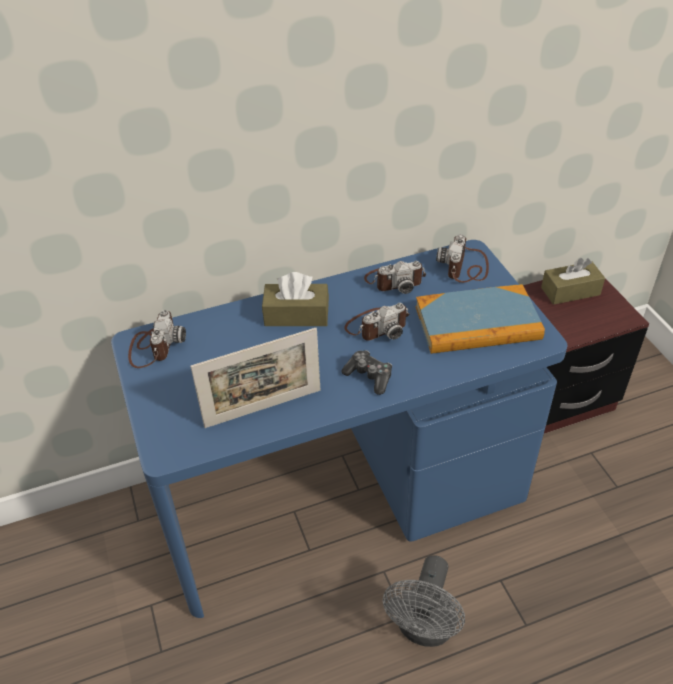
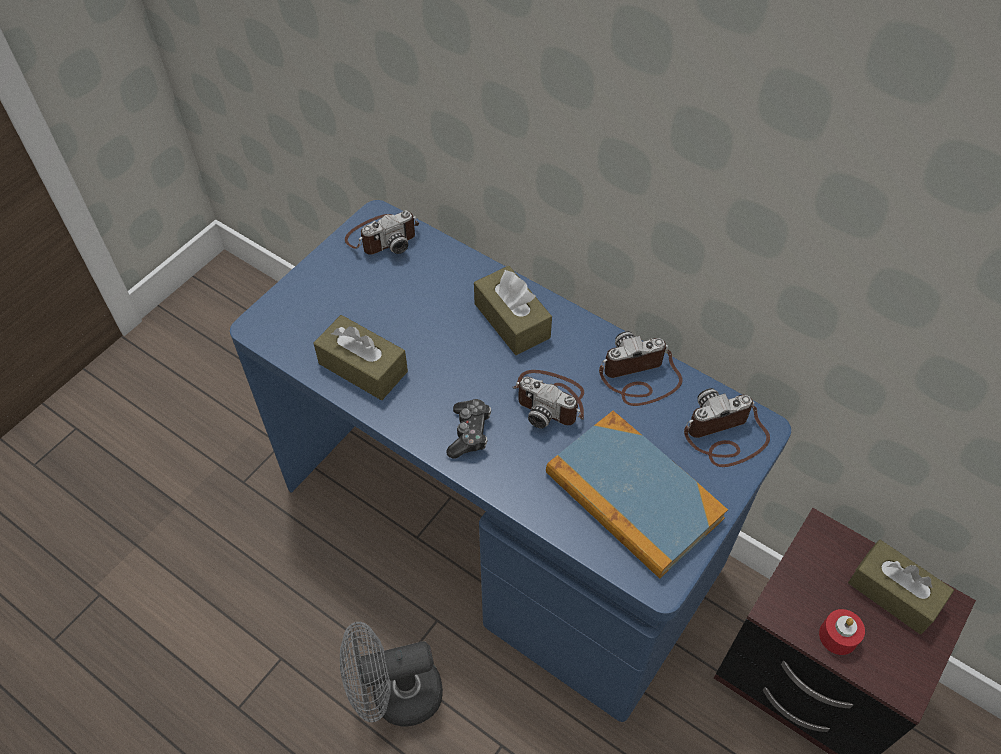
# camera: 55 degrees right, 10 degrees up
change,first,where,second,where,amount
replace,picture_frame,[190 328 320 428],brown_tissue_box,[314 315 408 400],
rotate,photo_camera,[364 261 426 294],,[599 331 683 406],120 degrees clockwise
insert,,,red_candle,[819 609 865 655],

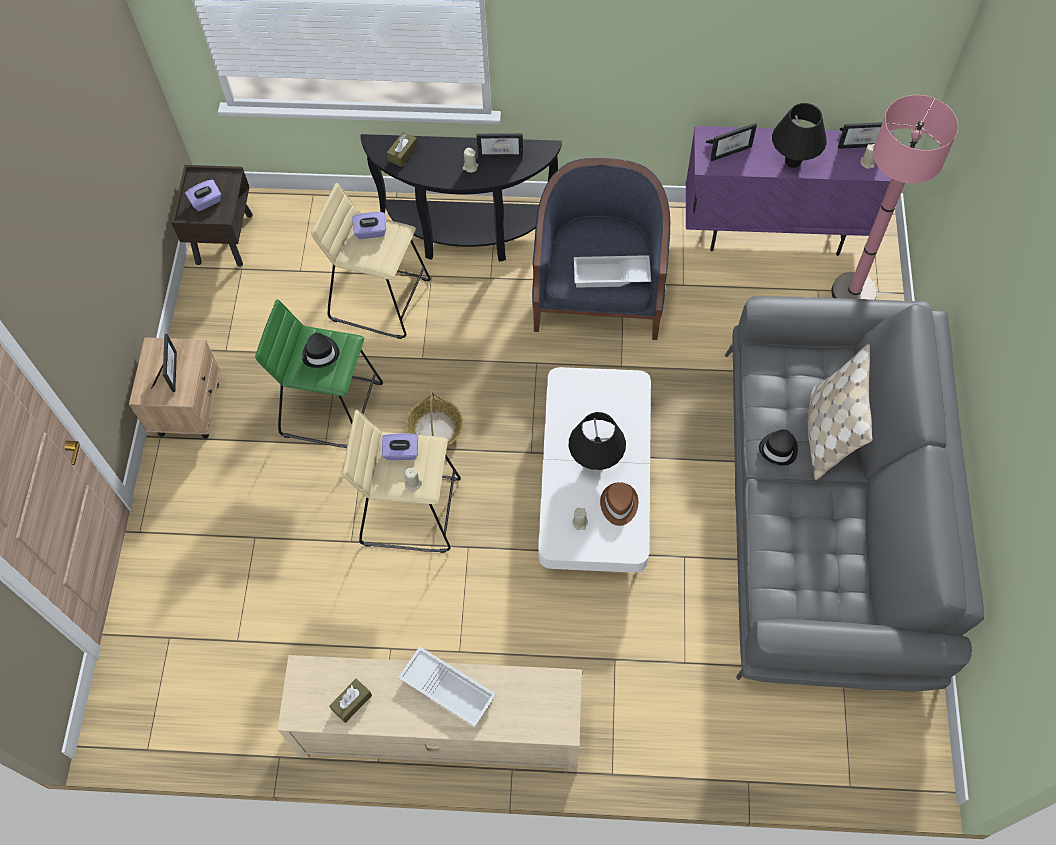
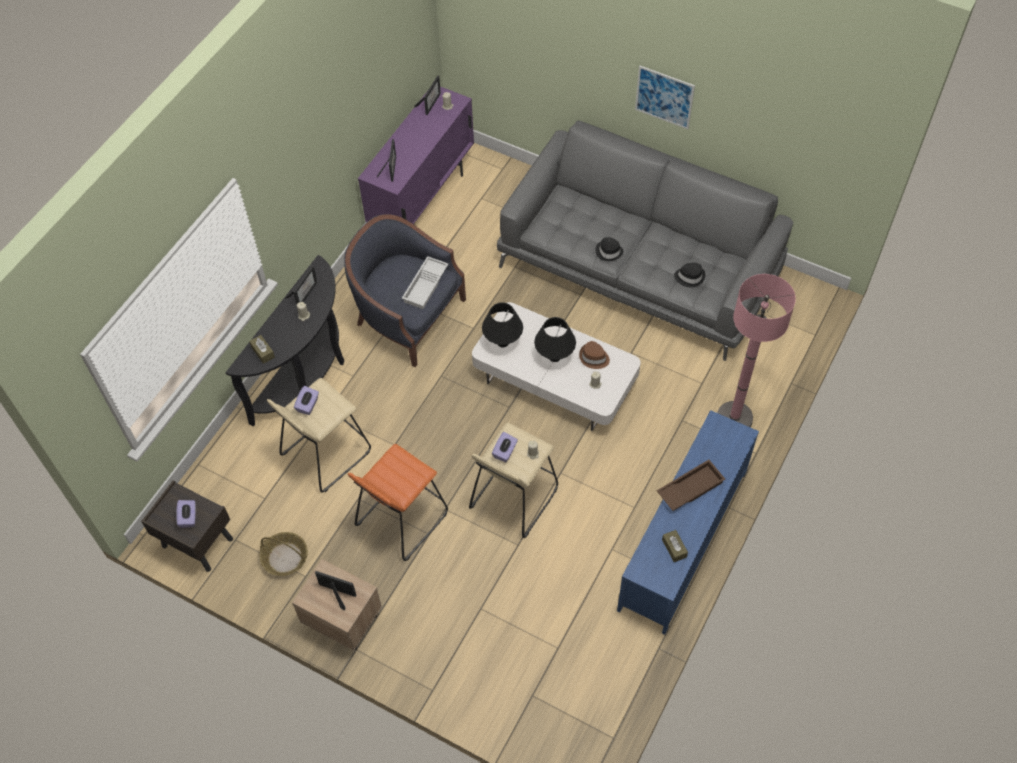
# camera: 65 degrees left, 5 degrees down
change,first,where,second,where,amount
recolor,green_stool,[255 300 383 448],orange_stool,[348 444 448 561],
recolor,beige_tv_stand,[277 655 582 772],blue_tv_stand,[617 410 759 635],
move,black_hat,[302 333 339 368],,[674 262 705 287],
recolor,white_tray,[398 646 496 727],brown_tray,[657 460 725 511],
move,basket,[405 391 463 446],,[260 532 308 576],
move,black_table_lamp,[772 103 827 168],,[482 302 523 347],
delete,beige_pillow,[808 344 872 480],,,
move,pink_floor_lamp,[831 95 958 300],,[717 274 796 427],
insert,,,picture,[635 66 695 129],

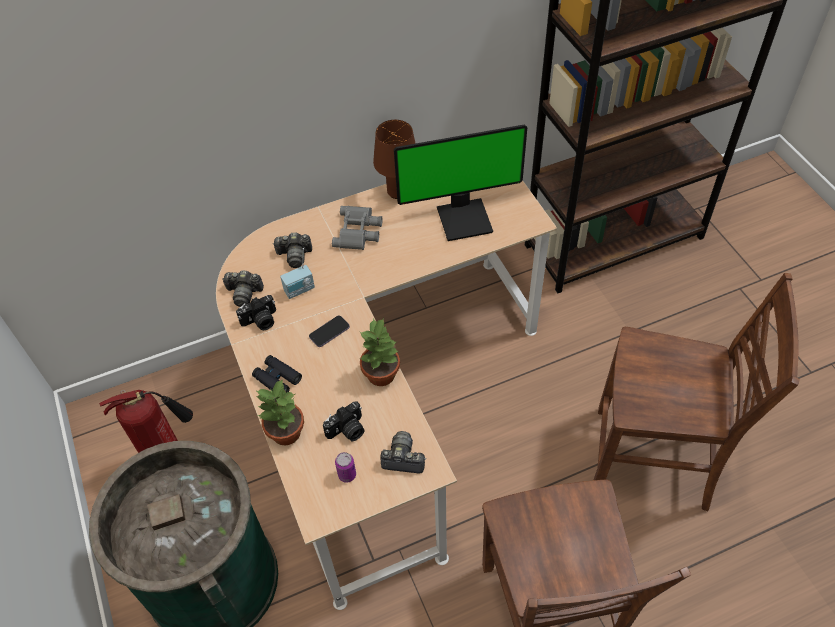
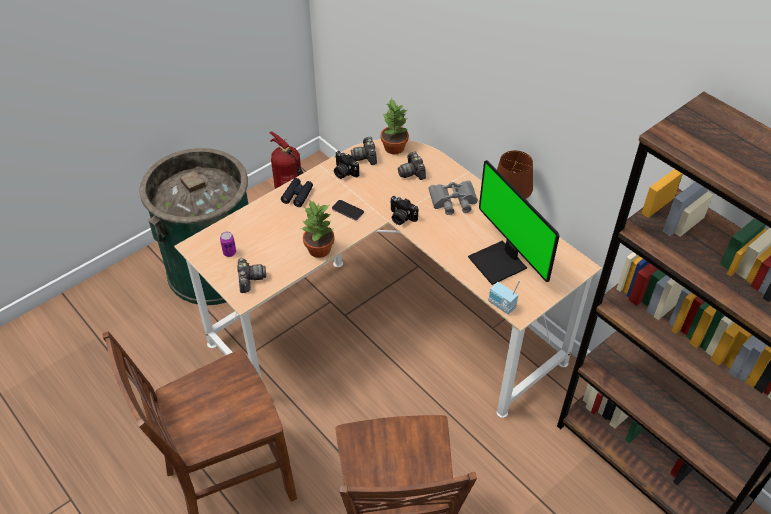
# camera: 70 degrees right, 5 degrees down
change,first,where,second,where,amount
move,potted_plant,[256 379 304 445],,[380 98 409 154],
move,radio,[280 248 315 299],,[489 280 520 315],
move,photo_camera,[323 402 364 441],,[390 196 418 225],

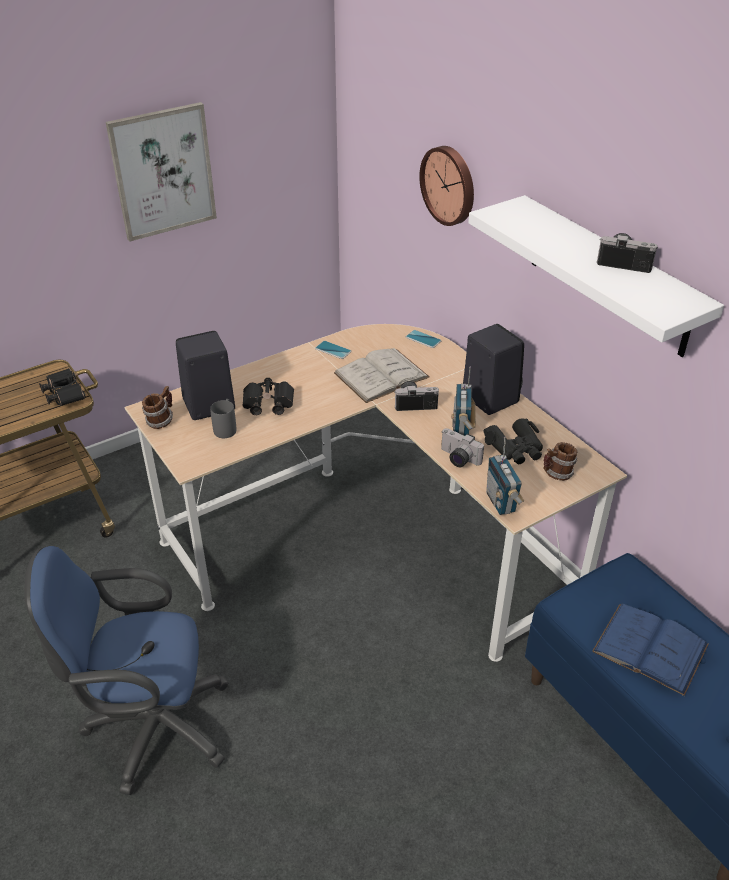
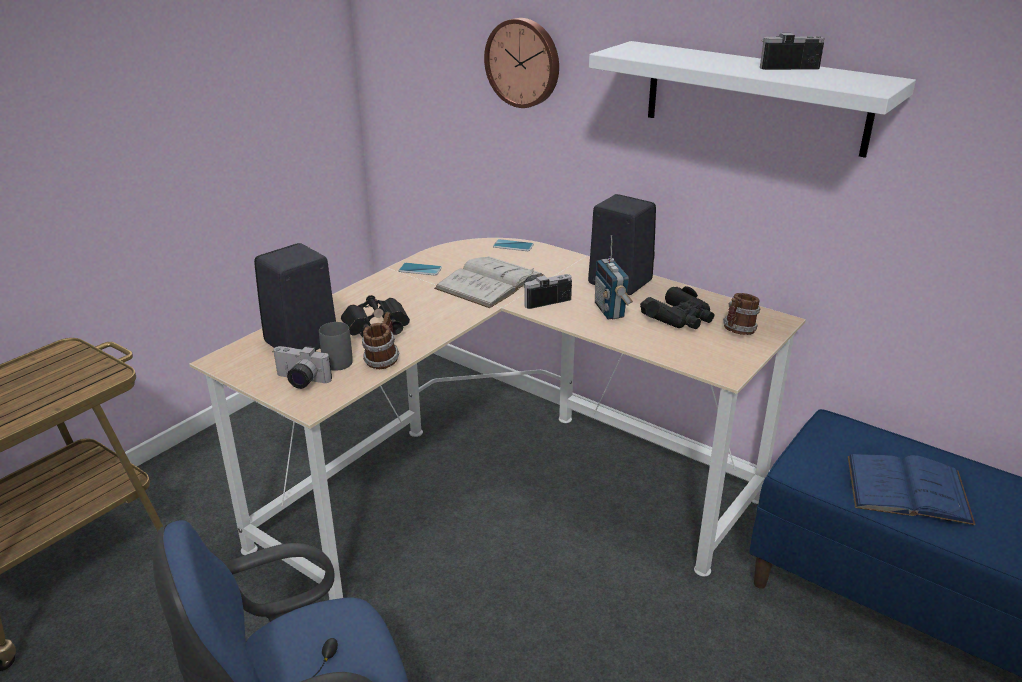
# camera: 20 degrees left, 10 degrees down
change,first,where,second,where,amount
delete,black_binoculars,[39 368 86 406],,,
delete,picture,[106 102 217 241],,,
move,mug,[142 386 173 429],,[362 312 399 369],
move,photo_camera,[441 428 484 467],,[272 346 332 389],
delete,radio,[486 437 524 515],,,

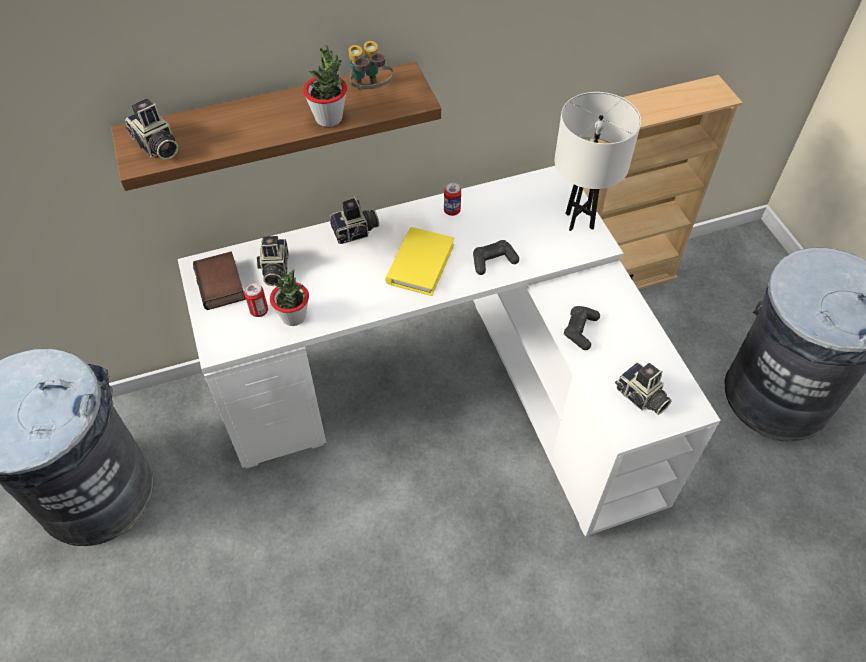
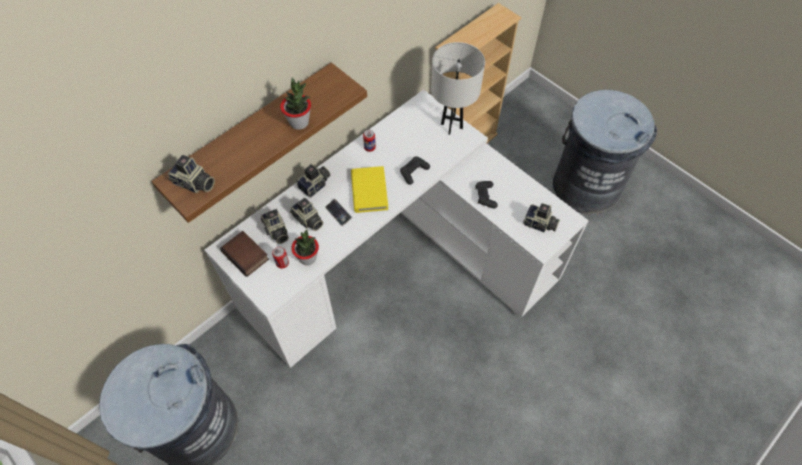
# camera: 25 degrees left, 5 degrees up
change,first,where,second,where,amount
delete,binoculars,[348 41 394 89],,,
insert,,,photo_camera,[290 198 323 231],
insert,,,phone,[325 199 352 226],

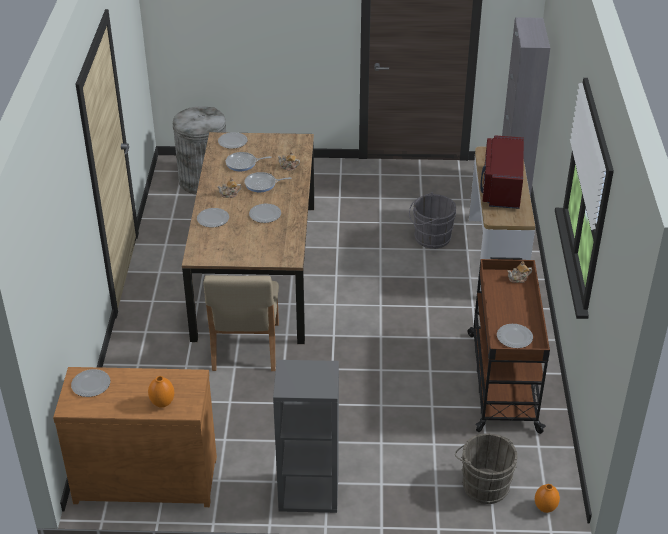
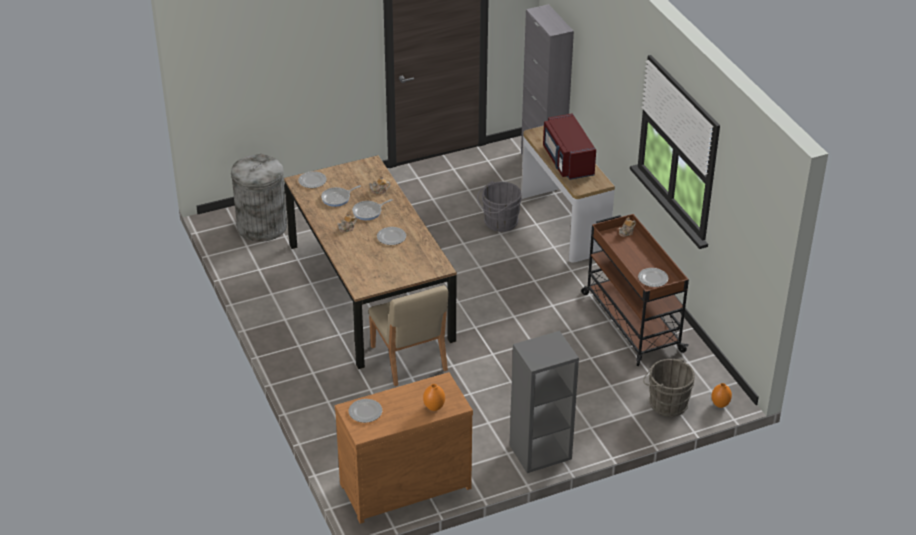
# camera: 25 degrees left, 0 degrees up
change,first,where,second,where,amount
delete,plate,[197 208 229 227],,,

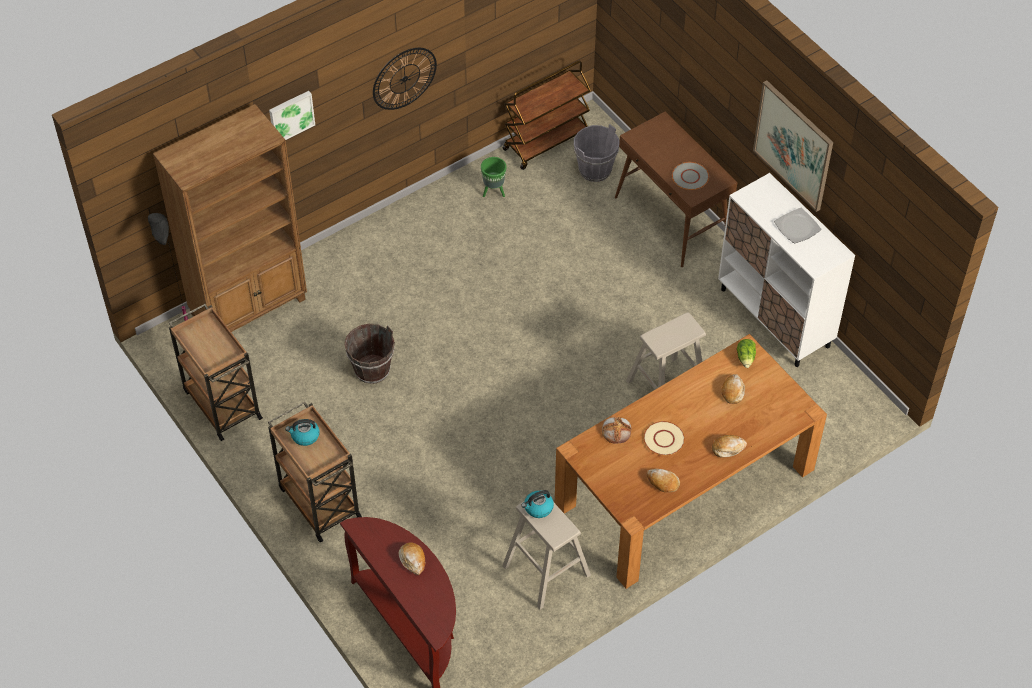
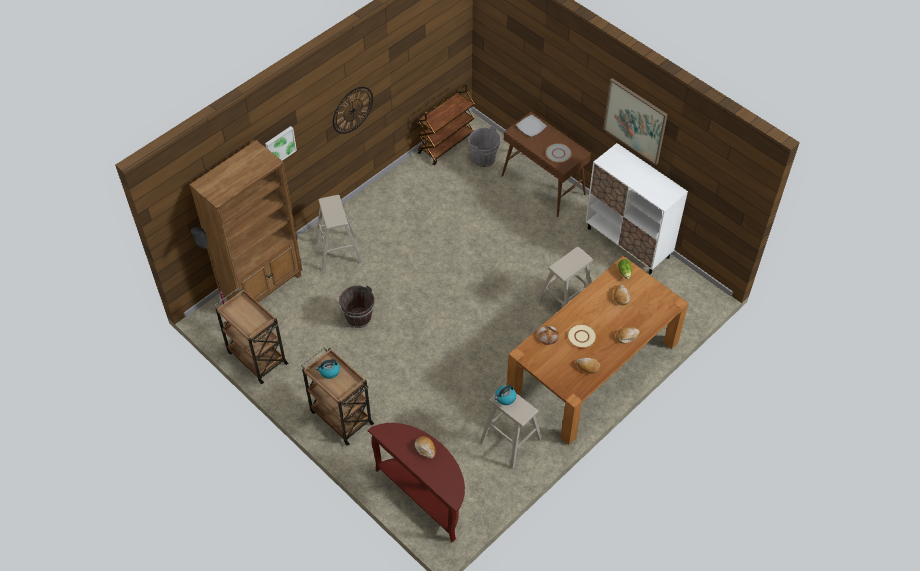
# camera: 10 degrees left, 0 degrees up
change,first,where,second,where,amount
delete,green_planter,[481 157 506 197],,,
move,plate,[774 208 821 243],,[516 115 547 137],
insert,,,beige_stool,[314 195 363 271],

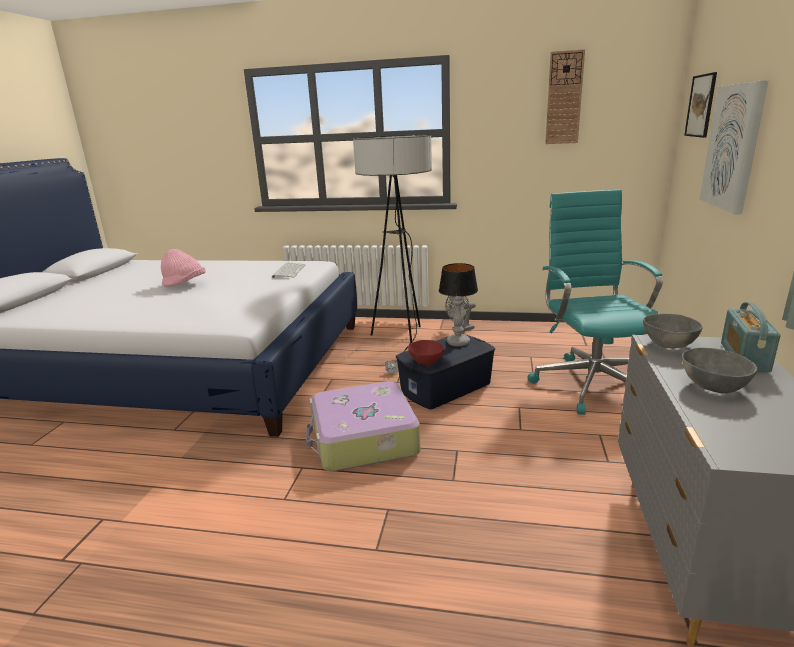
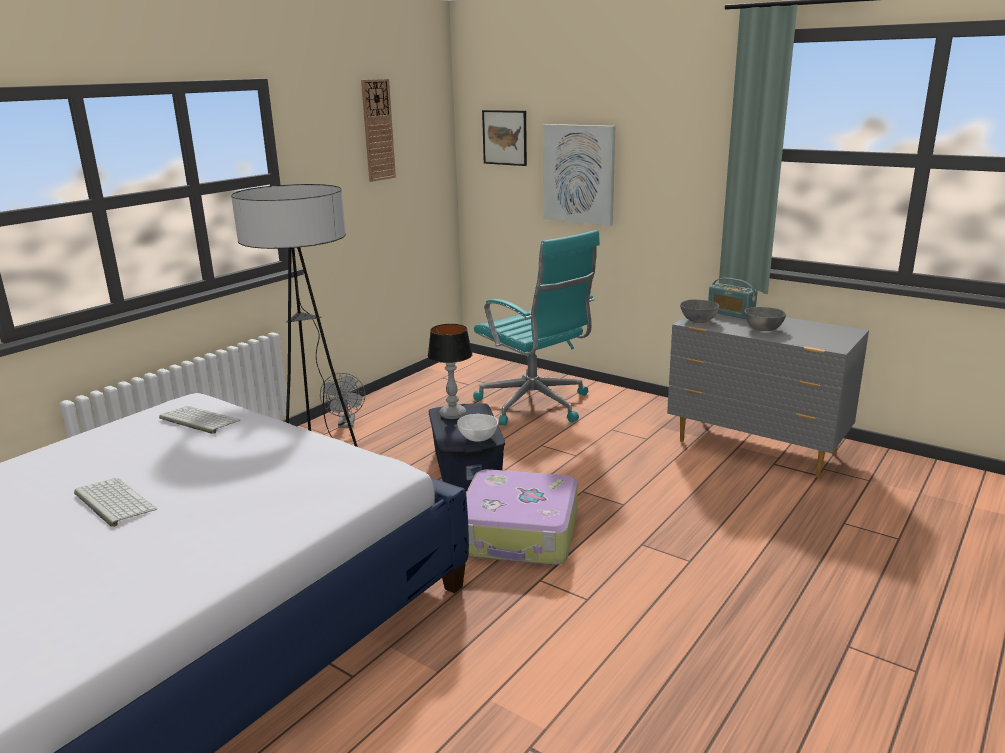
# camera: 65 degrees left, 0 degrees up
change,first,where,second,where,amount
replace,pink_hat,[161 249 206 287],keyboard,[74 478 157 527],
recolor,red_bowl,[408 340 444 365],white_bowl,[457 414 498 442],
rotate,turquoise_office_chair,[527 190 663 415],,[473 230 600 426],150 degrees counterclockwise

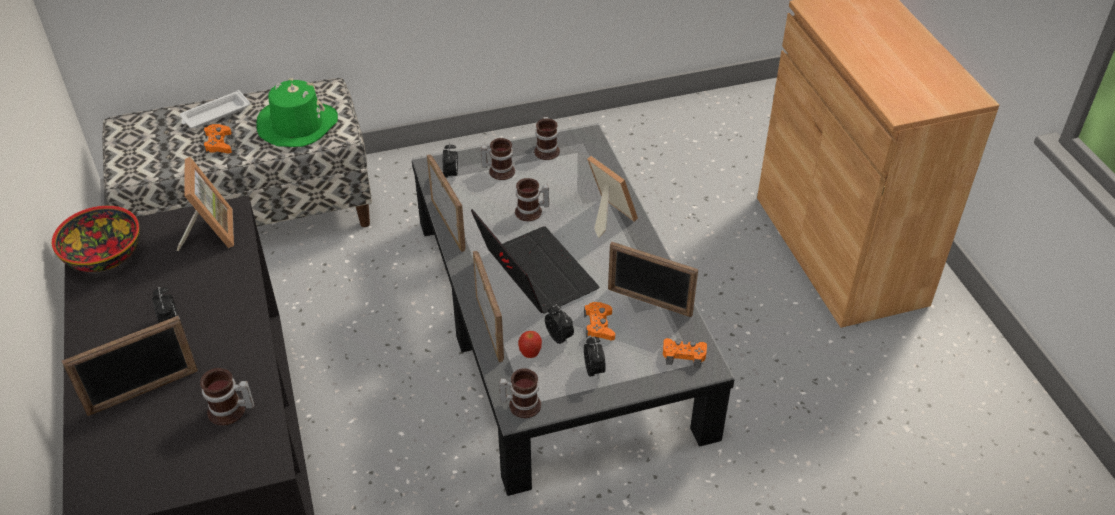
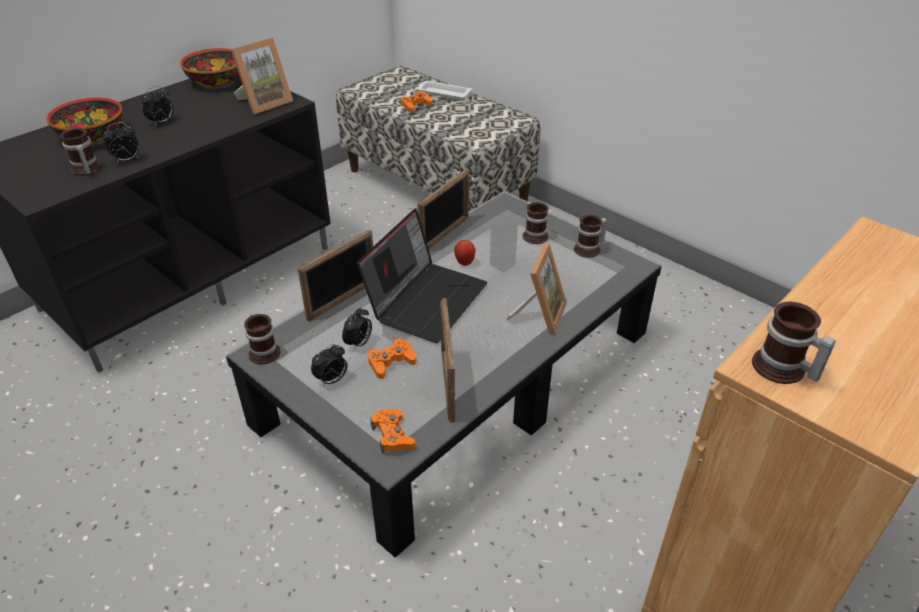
# camera: 60 degrees right, 5 degrees down
change,first,where,second,where,amount
replace,picture_frame,[62 316 198 416],bowl,[46 97 122 143],
delete,green_hat,[256 78 338 147],,,
move,alarm_clock,[443 143 458 180],,[102 122 139 163],
move,mug,[515 178 549 221],,[752 302 836 384],
move,apple,[518 331 542 358],,[454 240 476 266],

